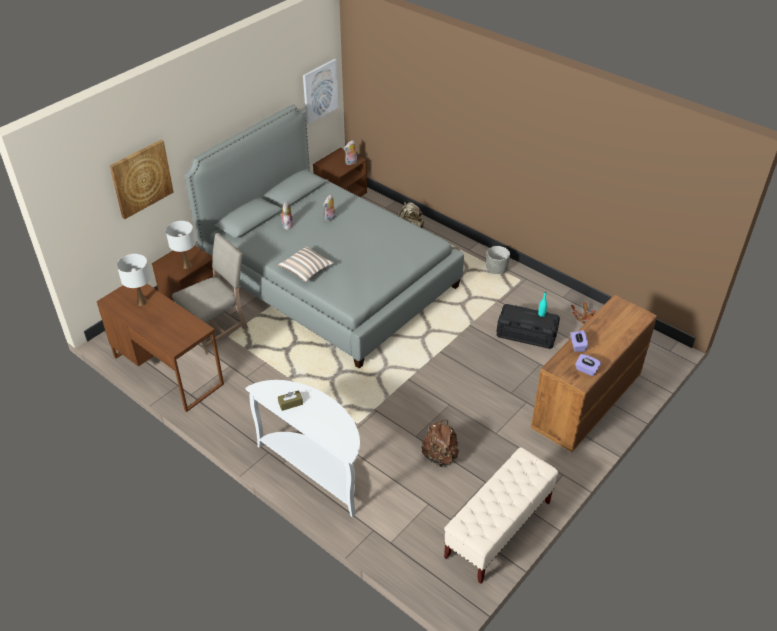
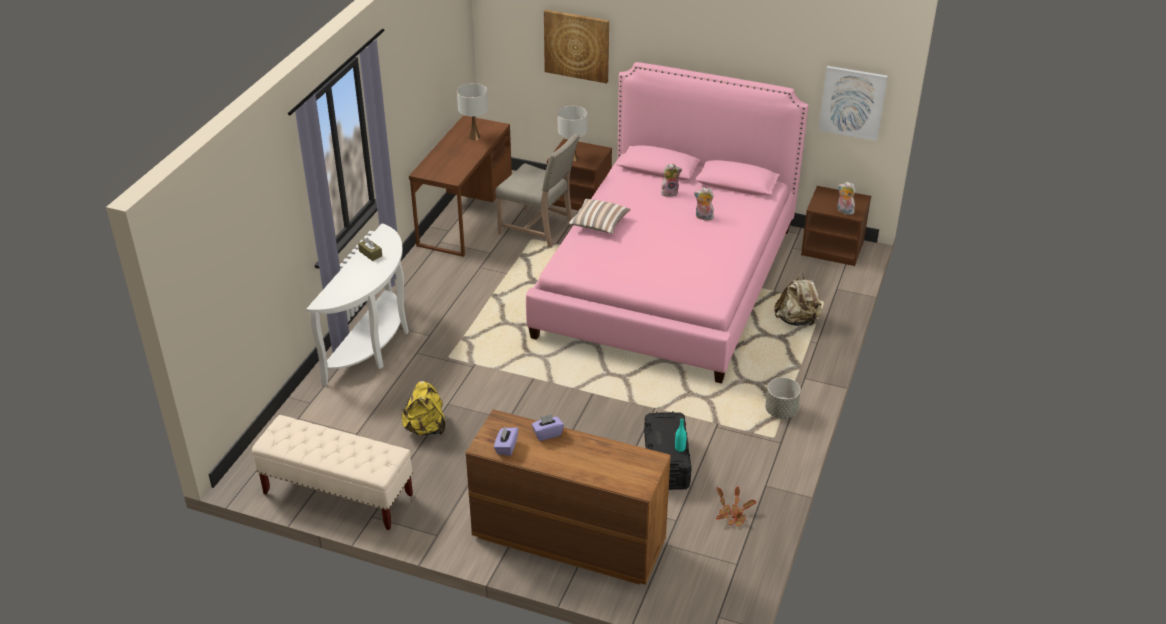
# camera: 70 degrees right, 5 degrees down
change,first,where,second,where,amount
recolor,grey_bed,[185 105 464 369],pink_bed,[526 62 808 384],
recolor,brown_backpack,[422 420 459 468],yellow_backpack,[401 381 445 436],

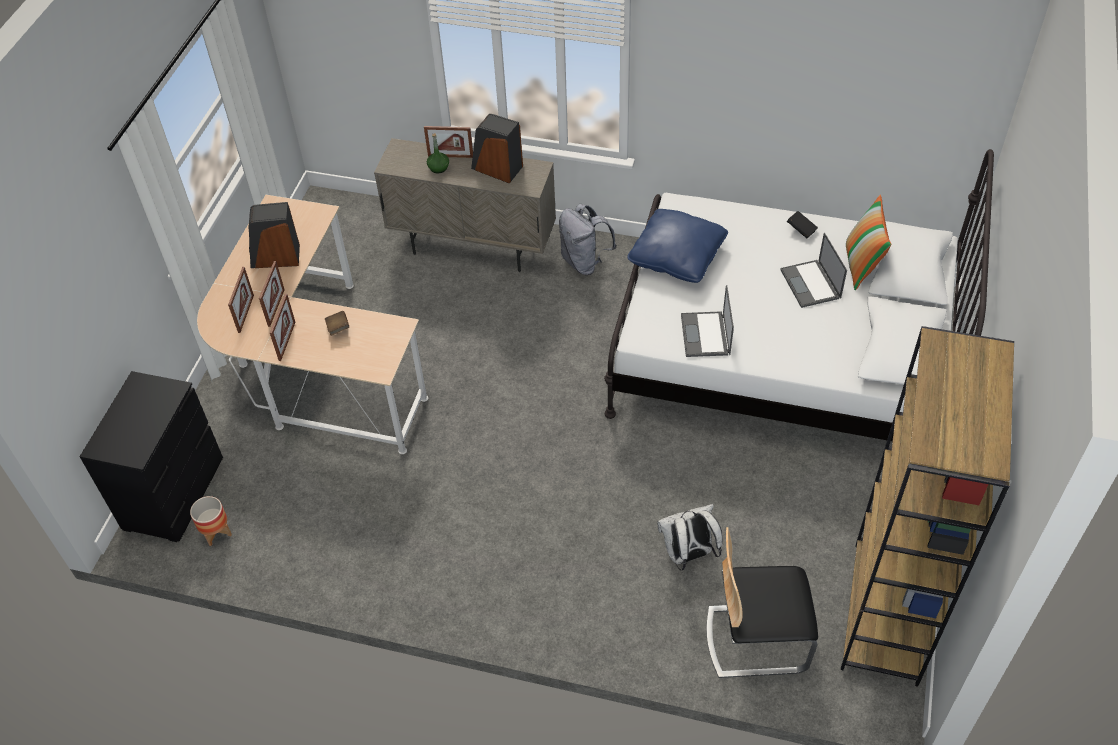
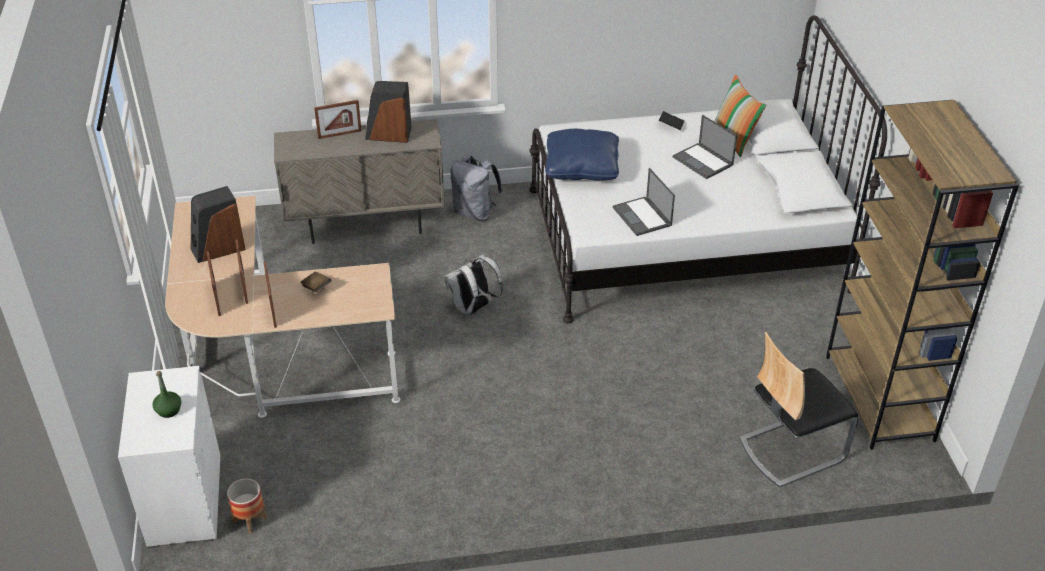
# camera: 25 degrees left, 10 degrees down
change,first,where,second,where,amount
recolor,black_dresser,[79 371 223 542],white_dresser,[118 366 220 548],
move,green_bottle,[427 133 449 173],,[152 371 181 418],
move,white_backpack,[658 504 722 570],,[445 254 503 316],

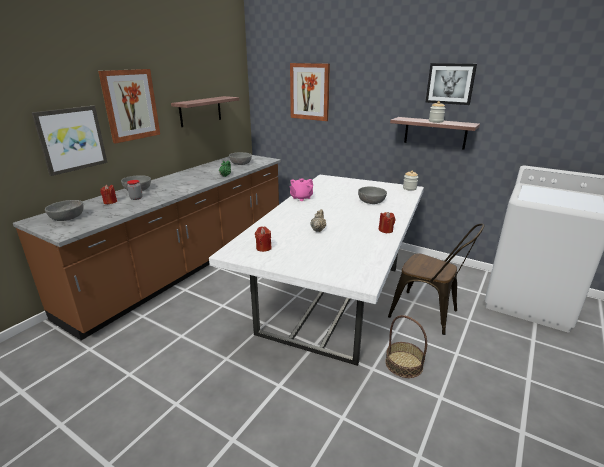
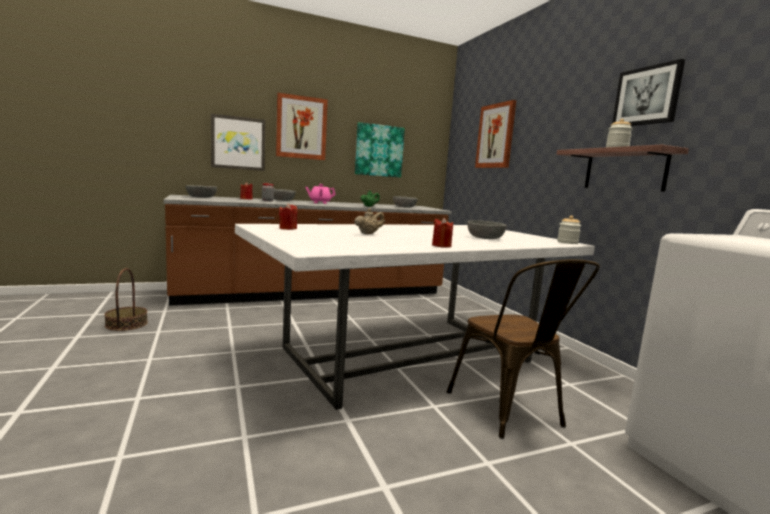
# camera: 35 degrees right, 15 degrees down
change,first,where,second,where,amount
replace,shelf,[171 96 239 127],picture,[355 122 405 178],
move,pink_teapot,[290 178 313 201],,[305 184 336 204],
move,basket,[385 315 427 378],,[104 268 148 331],

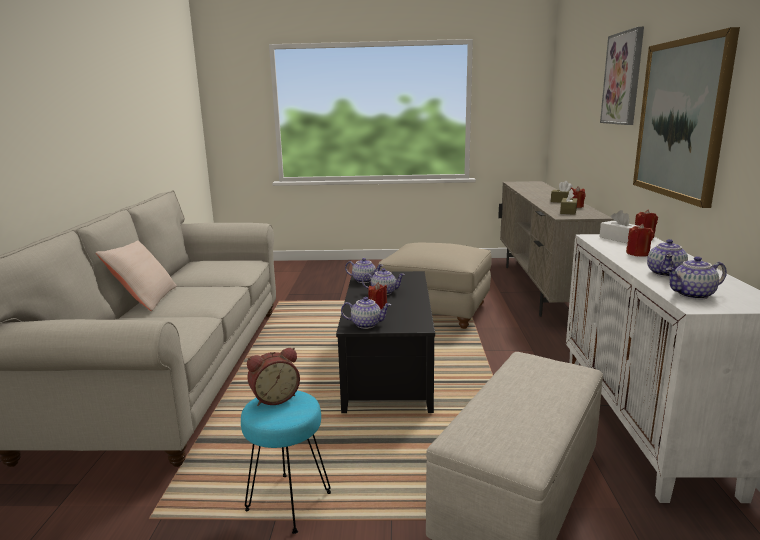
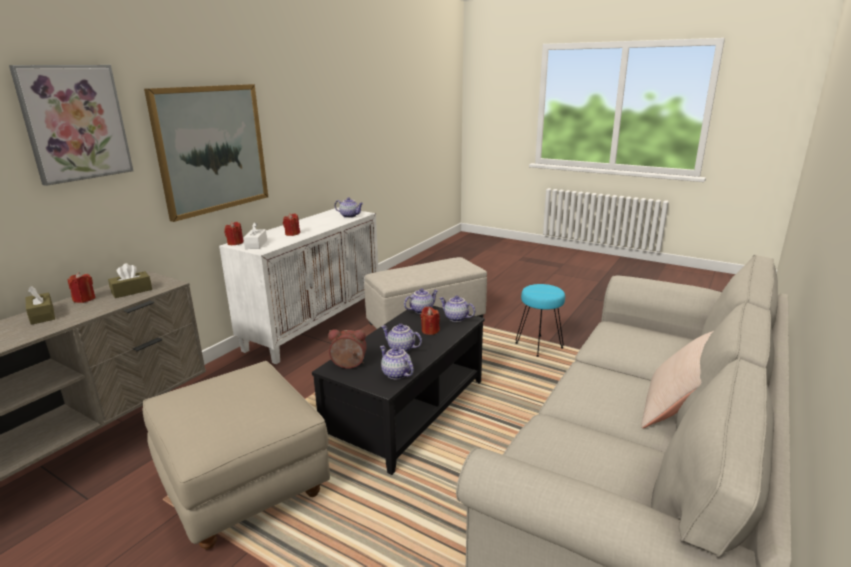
# camera: 150 degrees left, 5 degrees up
change,first,where,second,where,amount
move,alarm_clock,[247 348 300 406],,[328 329 367 369],
move,teapot,[647 239 688 277],,[404 289 438 314],

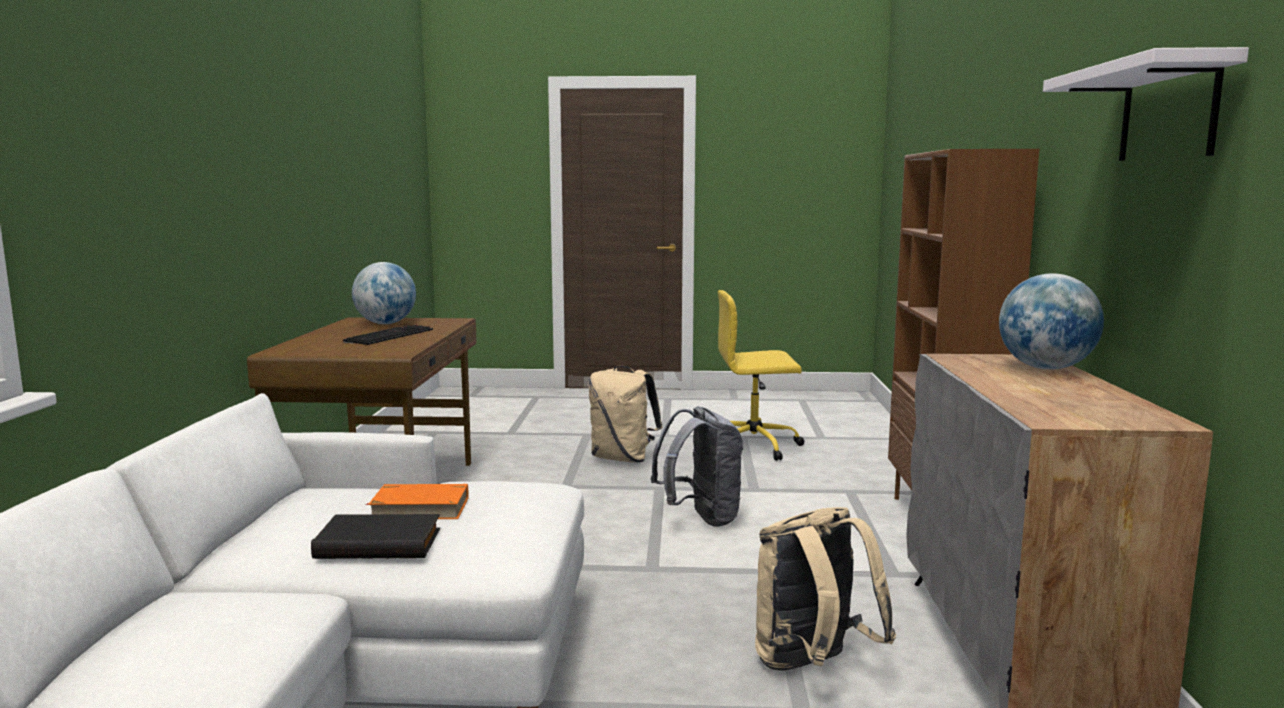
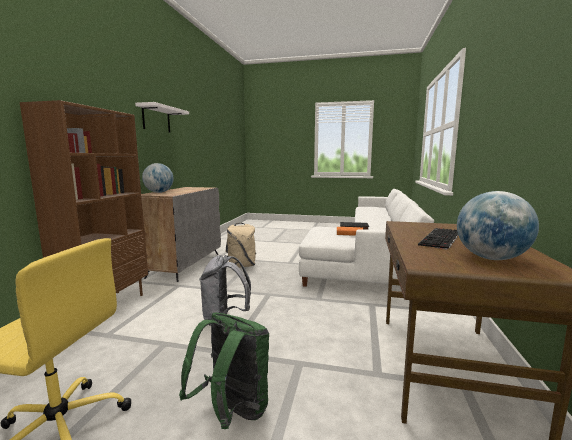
# camera: 170 degrees left, 0 degrees up
change,first,where,second,where,amount
recolor,beige_backpack,[589 365 662 462],green_backpack,[179 312 269 429],

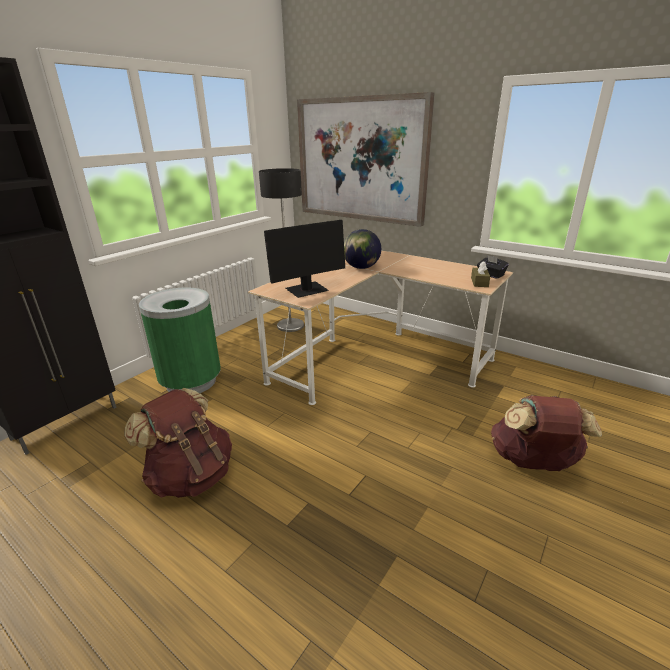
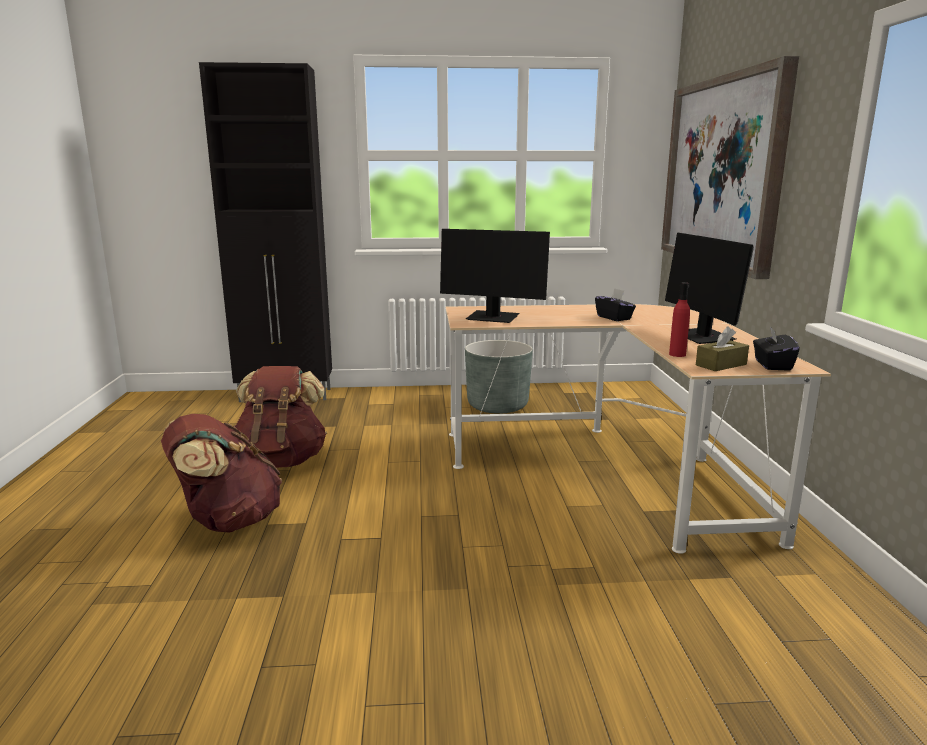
# camera: 50 degrees right, 10 degrees down
change,first,where,second,where,amount
delete,green_trash_can,[139 287 221 393],,,
delete,floor_lamp,[259 168 304 332],,,
replace,globe,[344 229 381 269],black_tissue_box,[595 288 636 321],
move,brown_backpack,[491 395 602 471],,[161 414 282 533],
insert,,,grey_planter,[465 340 533 414],
insert,,,monitor,[665 233 754 344],
insert,,,red_bottle,[669 282 690 357],

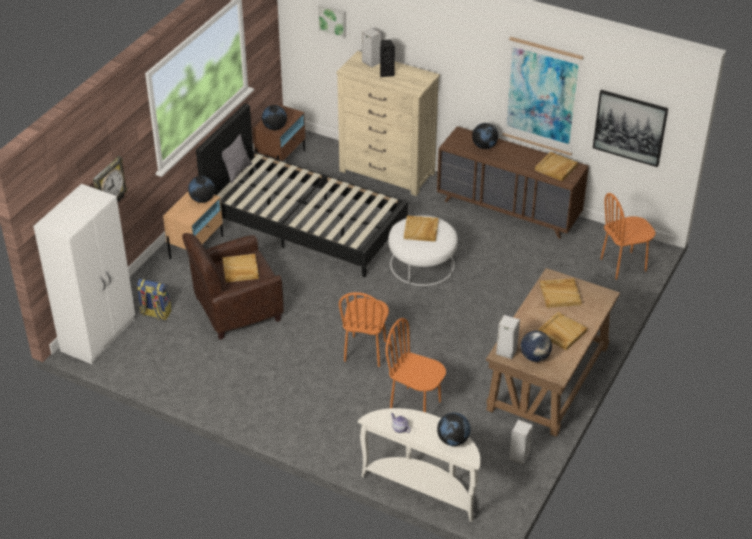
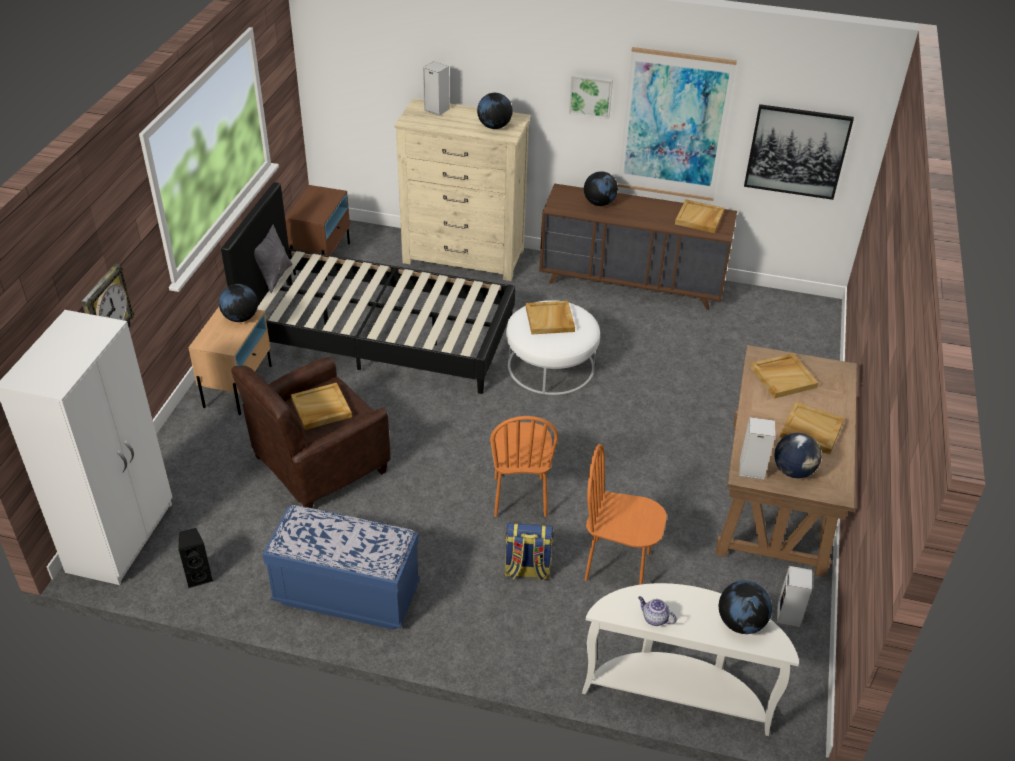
# camera: 15 degrees left, 0 degrees up
change,first,where,second,where,amount
move,backpack,[137 279 172 320],,[504 523 553 581],
move,globe,[262 105 287 130],,[477 93 513 129],
move,picture,[318 4 346 39],,[569 74 613 119],
move,black_speaker,[380 40 395 77],,[178 528 213 588],
delete,orange_chair,[601 193 655 280],,,
insert,,,blue_bench,[262 505 420 630],

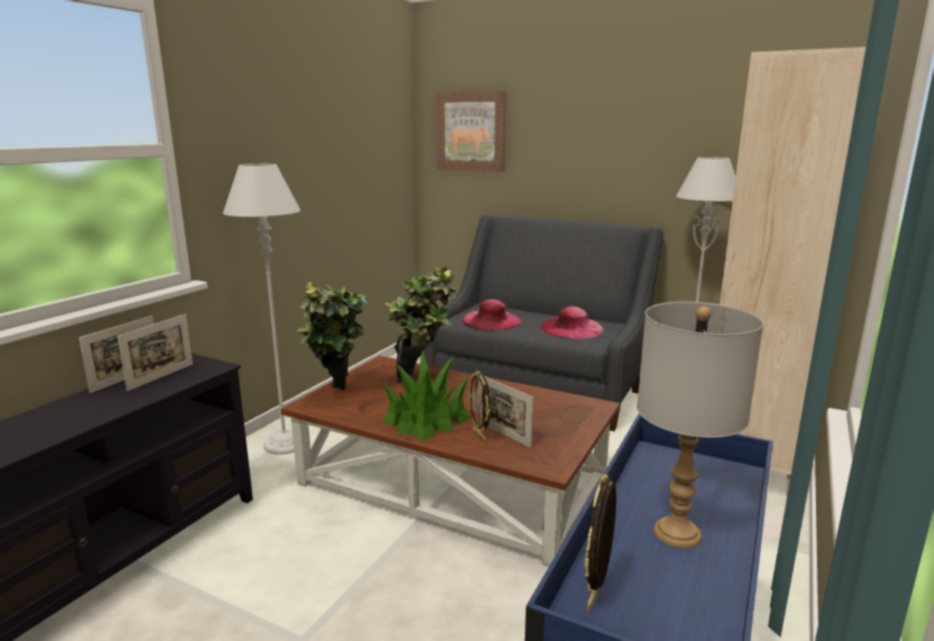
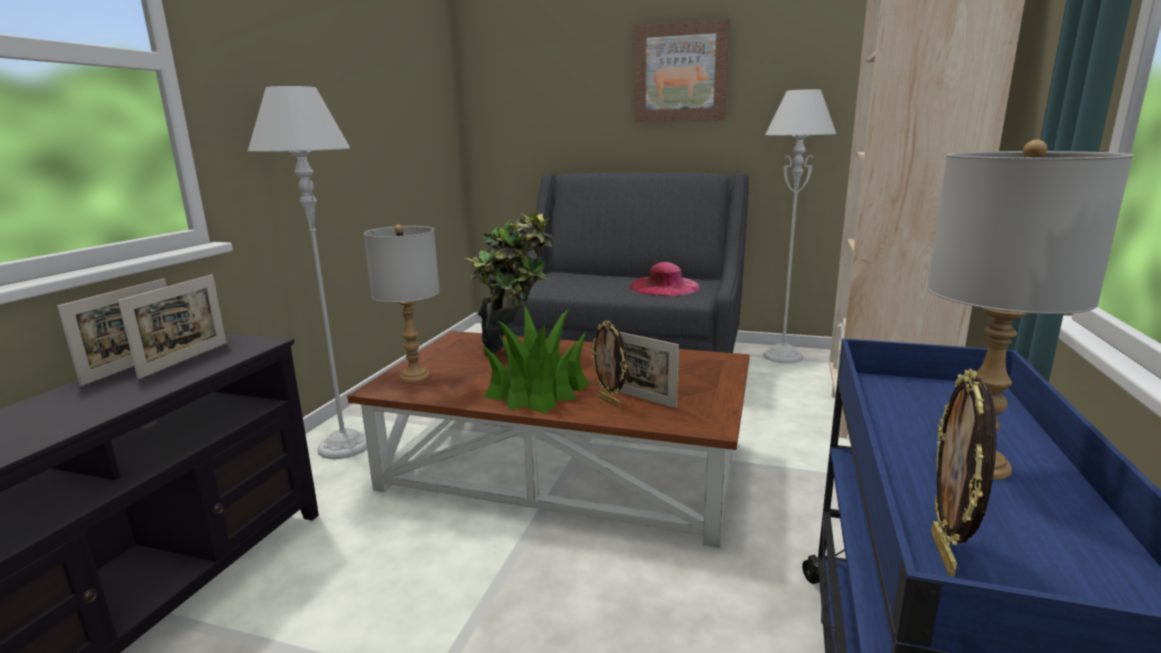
# camera: 10 degrees left, 0 degrees up
change,first,where,second,where,amount
replace,potted_plant,[297 282 367 390],grey_table_lamp,[364 225 440 382],
move,picture,[436 91 506 172],,[634 19 730 122],
delete,pink_hat,[462 299 521 330],,,

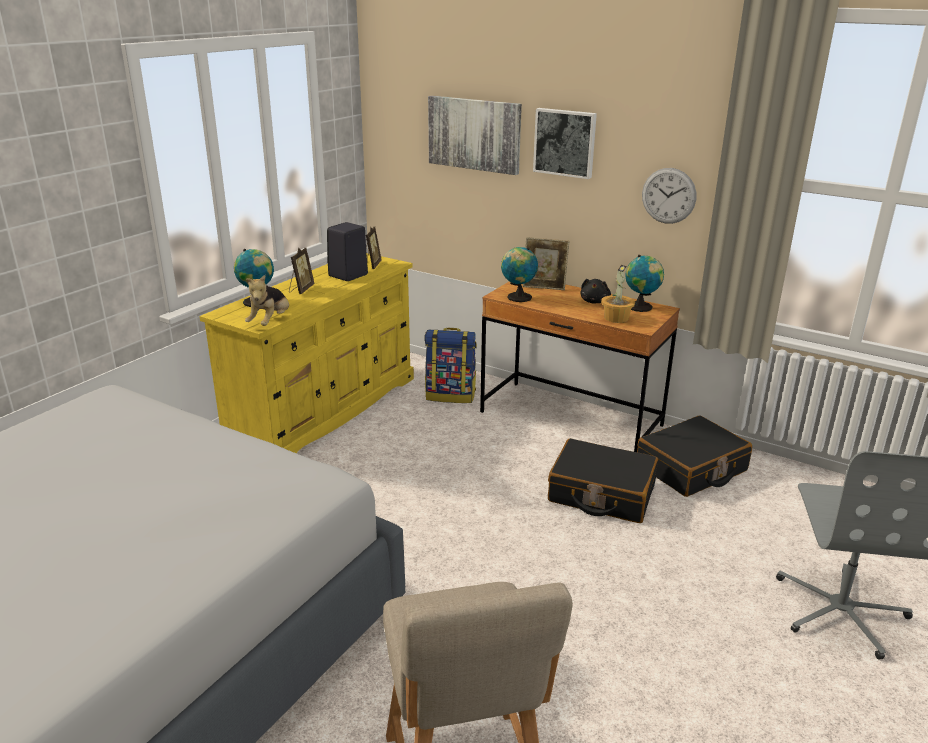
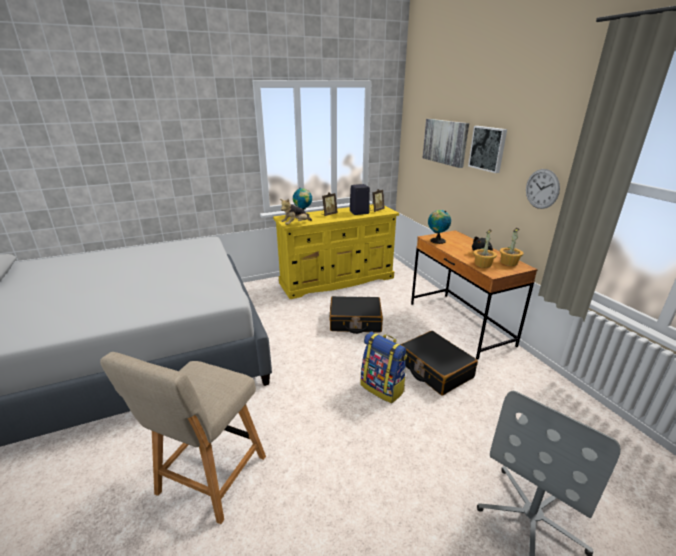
# camera: 35 degrees right, 0 degrees up
change,first,where,second,where,amount
move,backpack,[425 328 477 403],,[361 332 407 403],
delete,picture_frame,[523 237 569 290],,,
replace,globe,[625 255 664 312],potted_plant,[500 228 524 266],
move,black_suitcase,[637 416 752 497],,[330 296 383 334],

